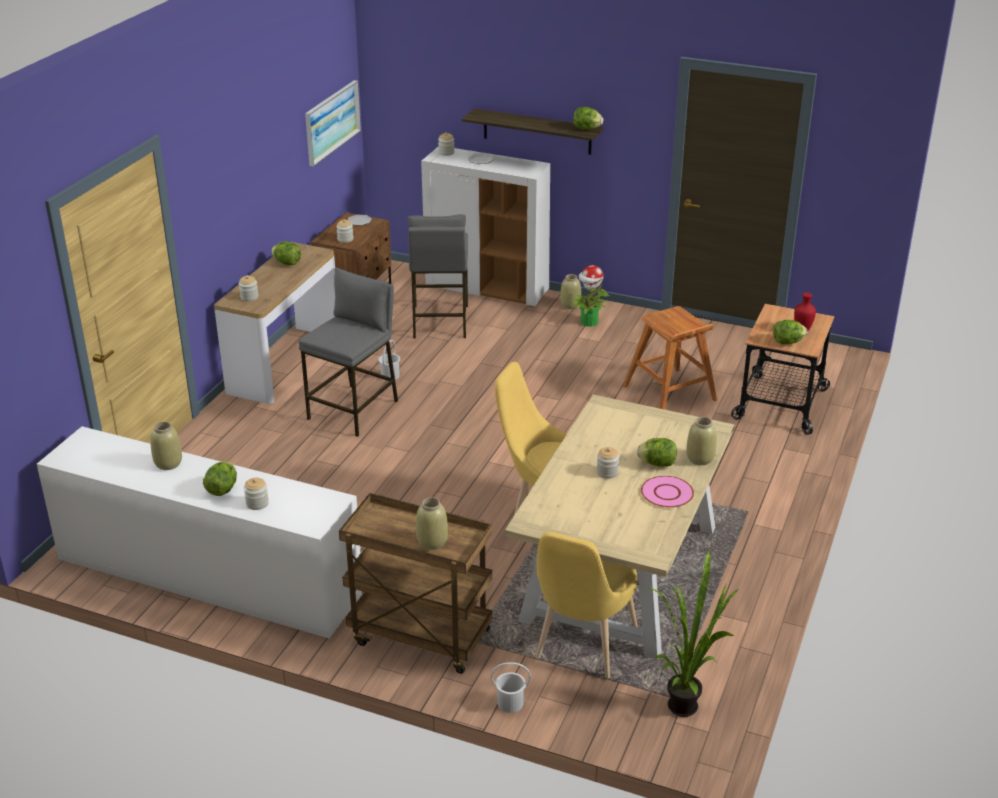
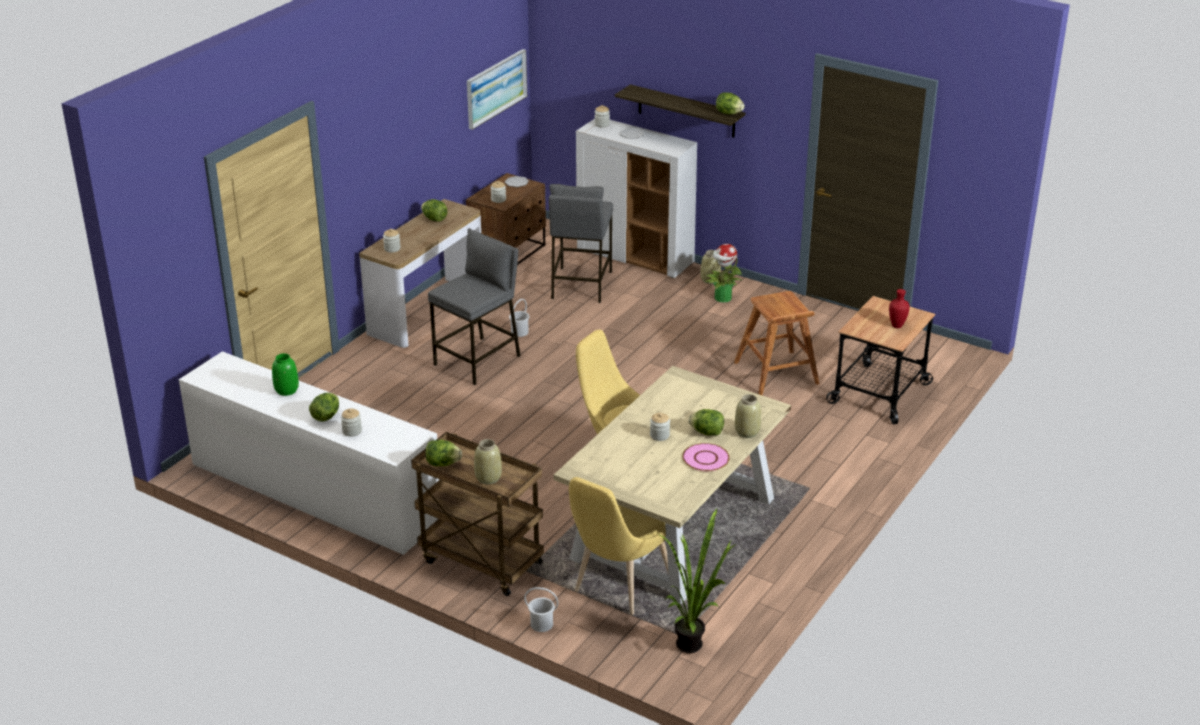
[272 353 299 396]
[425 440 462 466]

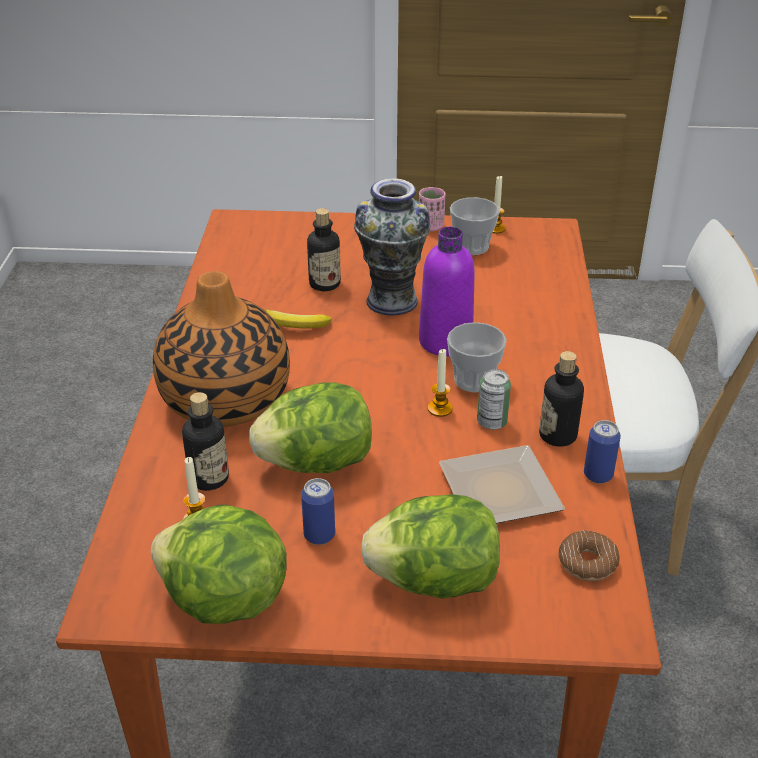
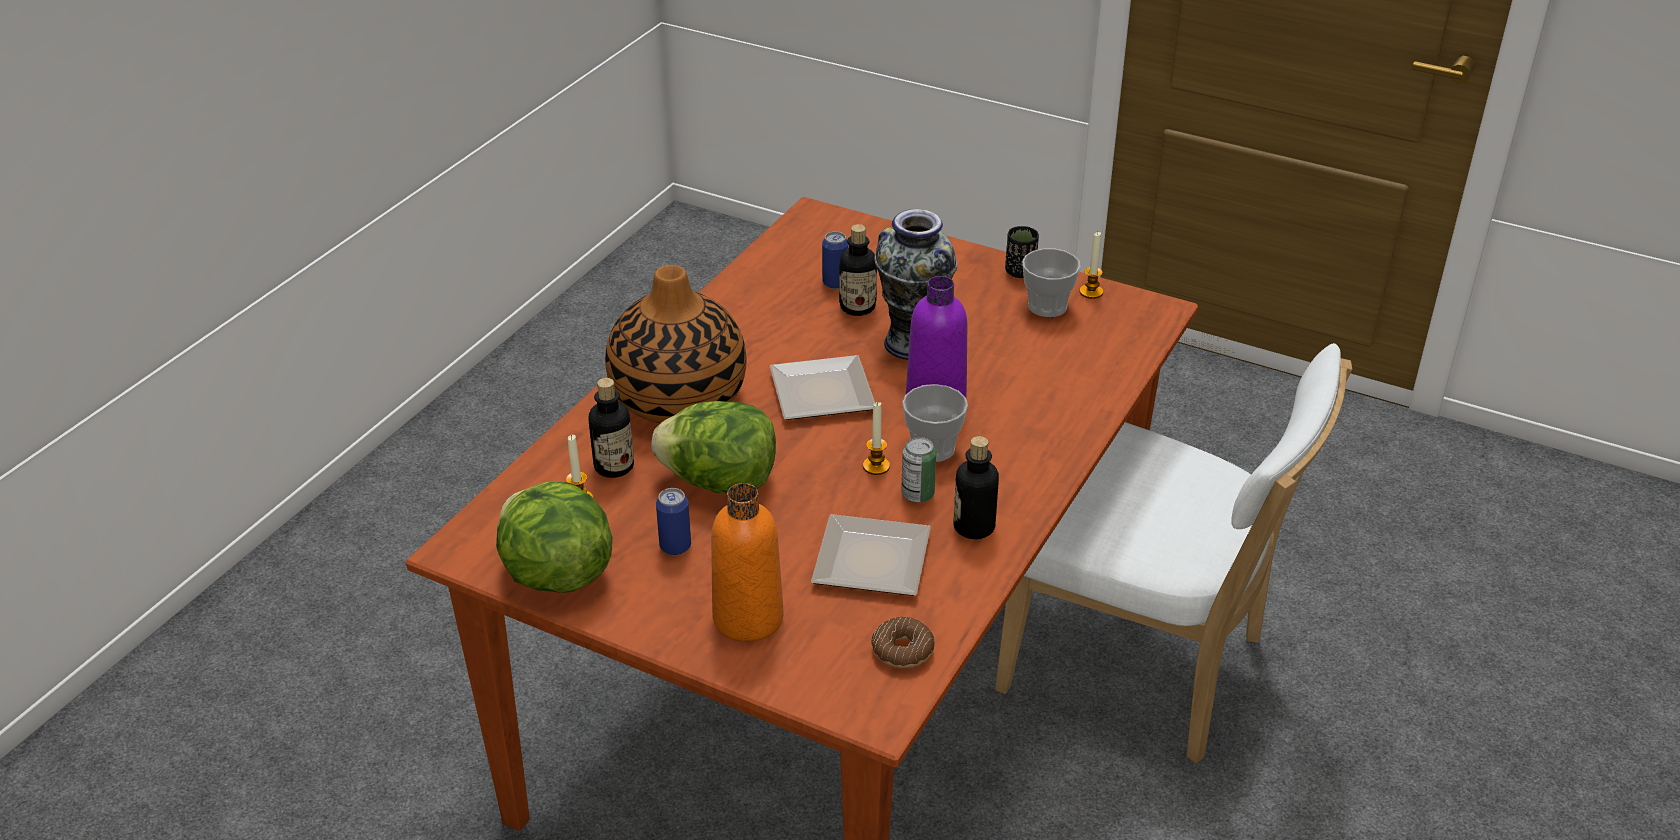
[265 309 332 329] (first image)
[711 483 783 642]
[1005 226 1039 278]
[822 231 848 289]
[770 355 875 420]

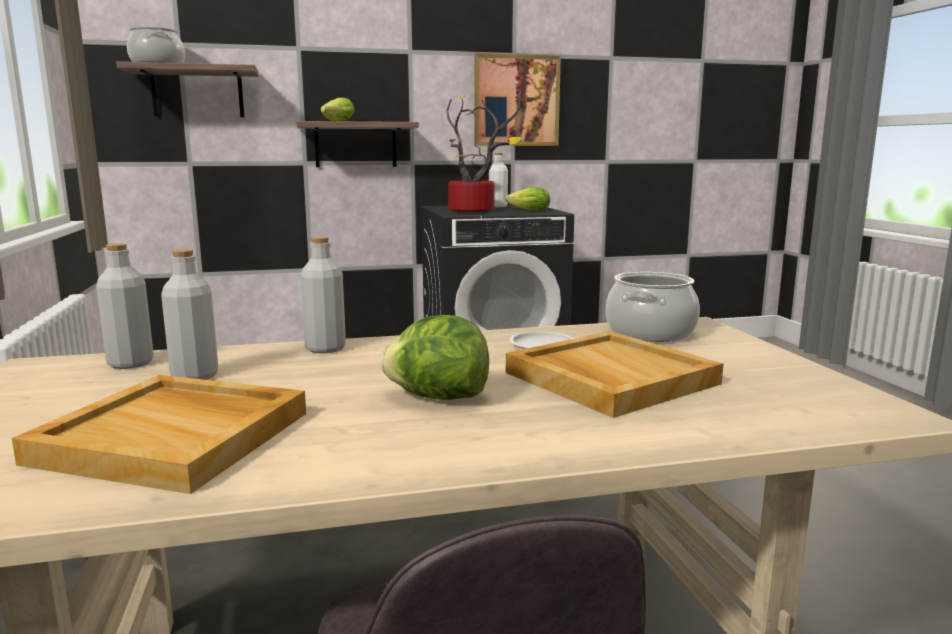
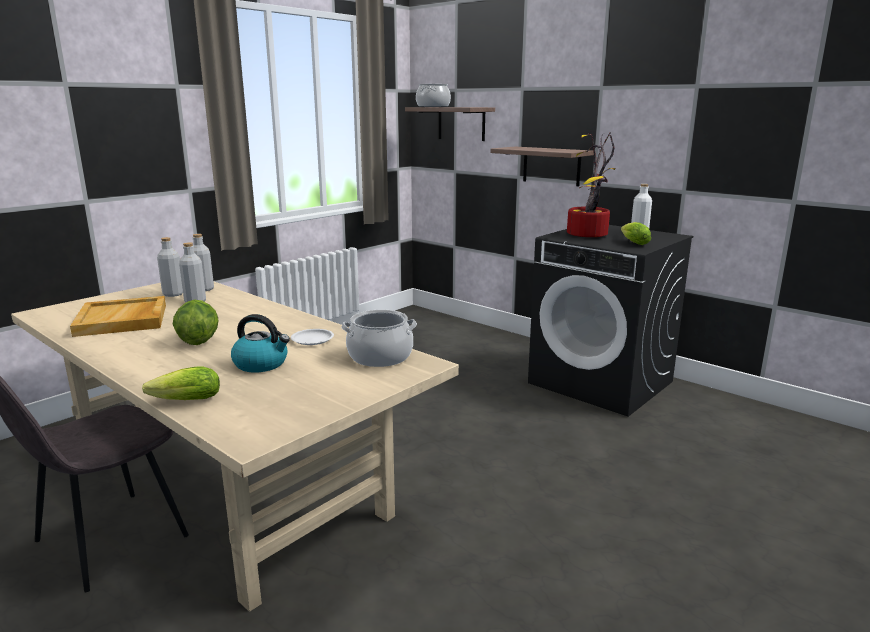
[157 237 183 297]
[142 366 220 400]
[474 53 561 146] (first image)
[231 314 290 373]

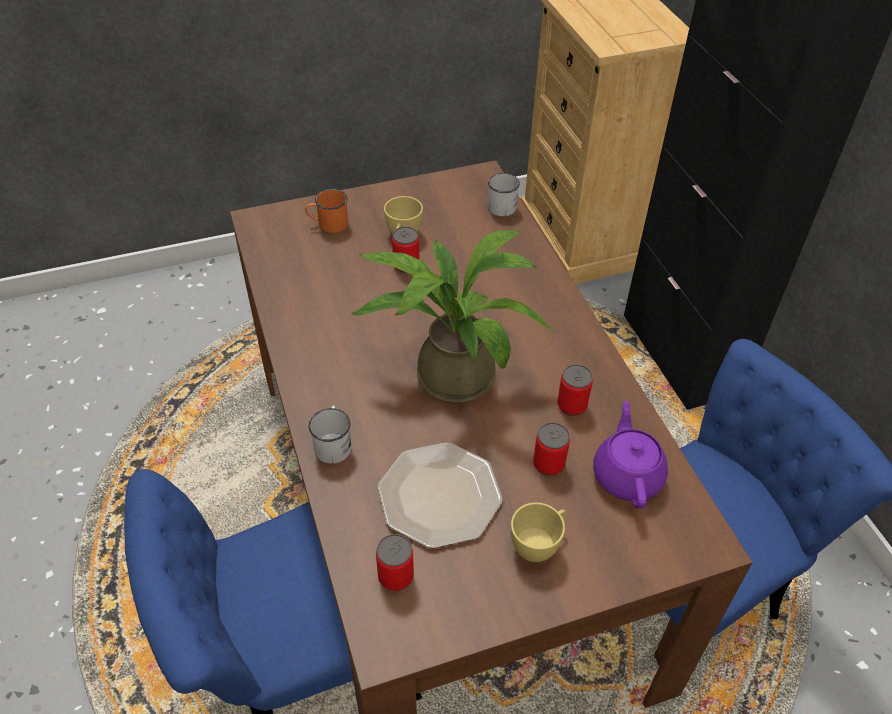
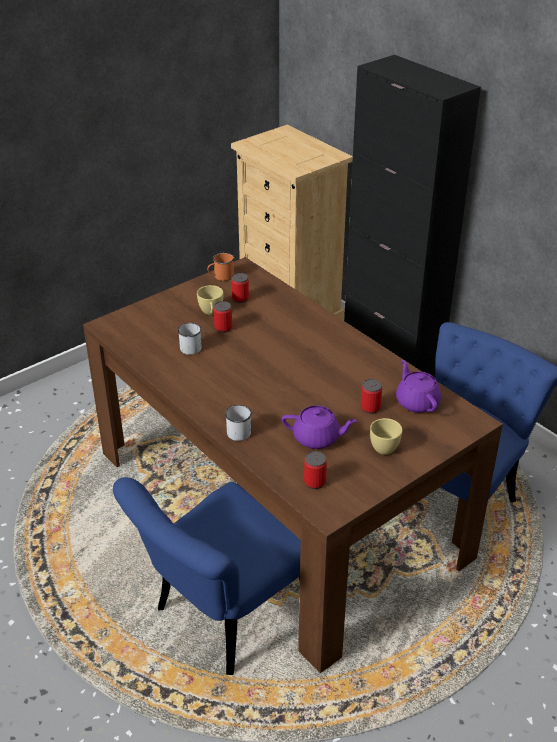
[207 253 234 281]
[351 230 555 403] (first image)
[282 405 357 449]
[178 323 202 355]
[231 273 249 303]

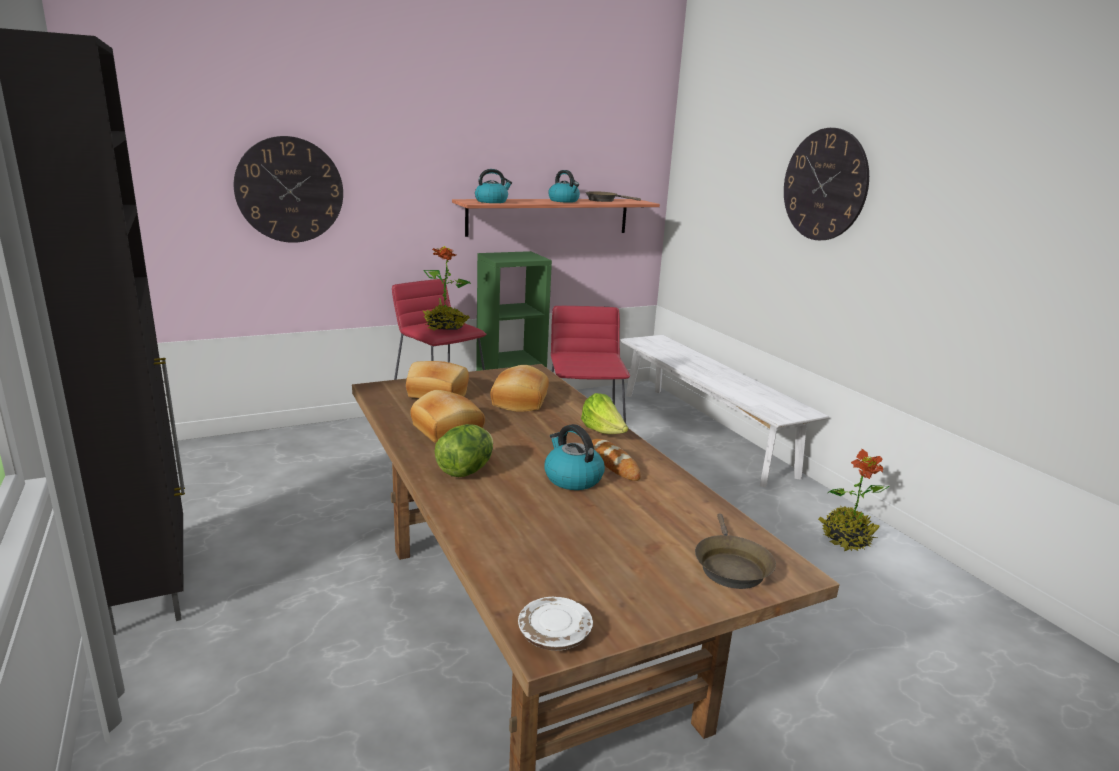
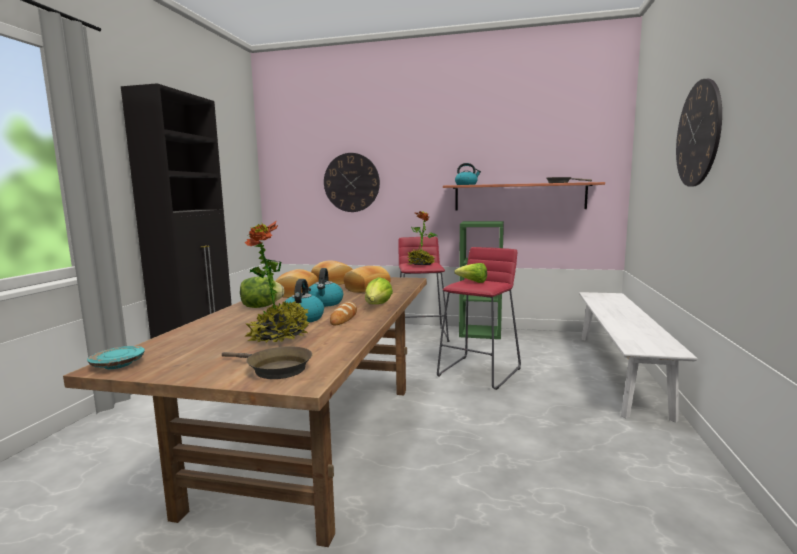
[87 346 145 369]
[309 268 343 307]
[222 346 312 379]
[244 220 310 343]
[454 263 487 283]

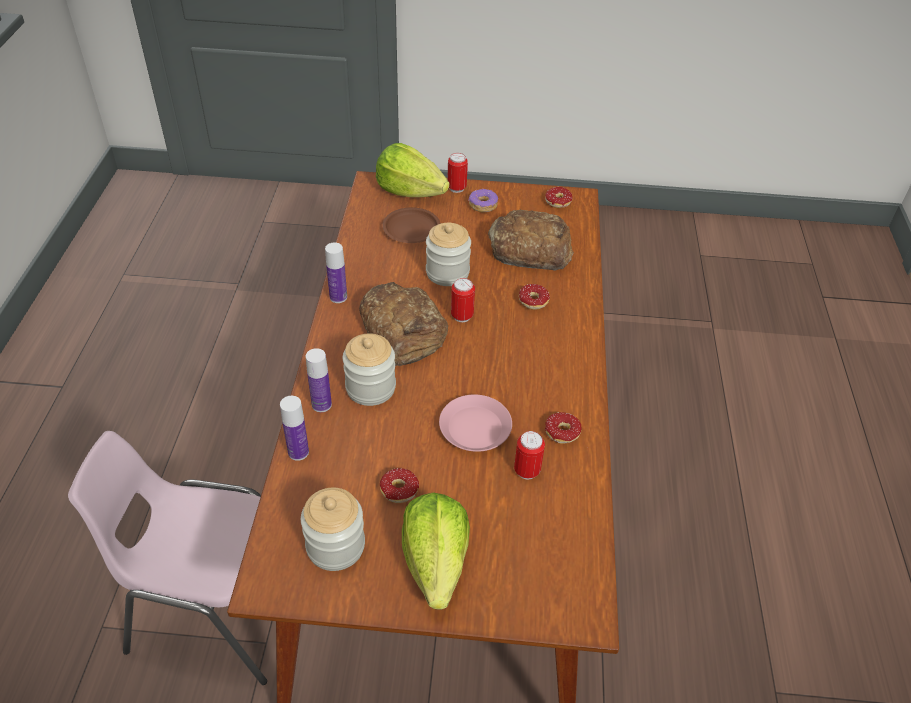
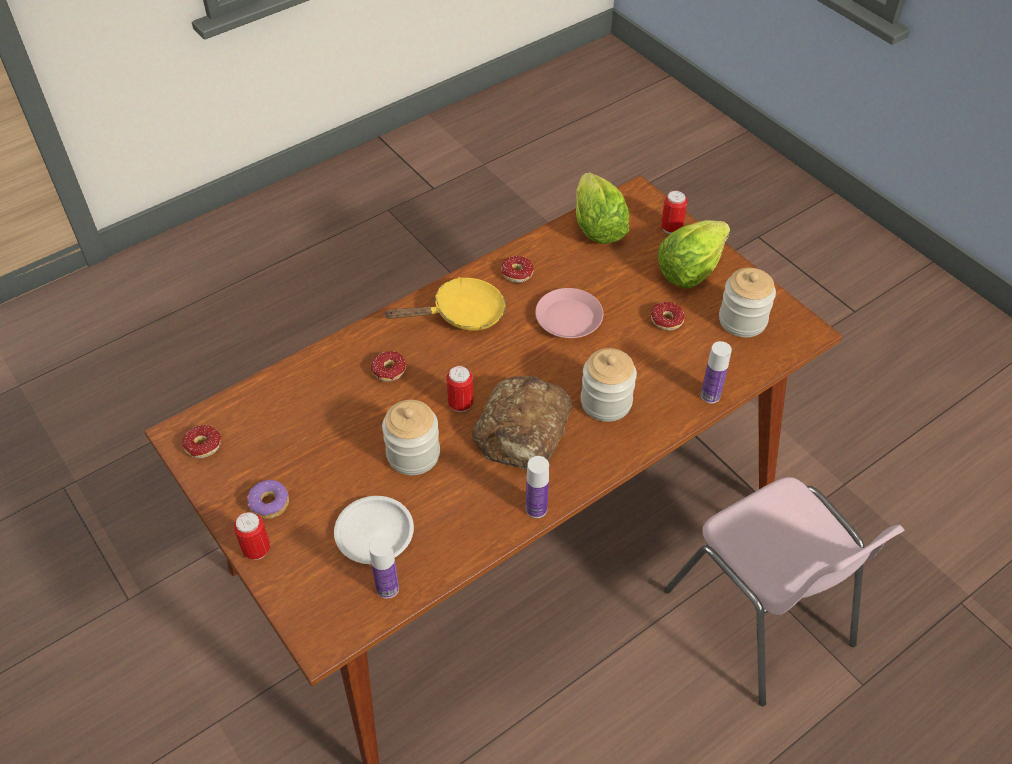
[369 536 399 599]
[576 172 629 244]
[334 496 414 564]
[488 210 574 271] (first image)
[661 191 687 234]
[383 277 506 331]

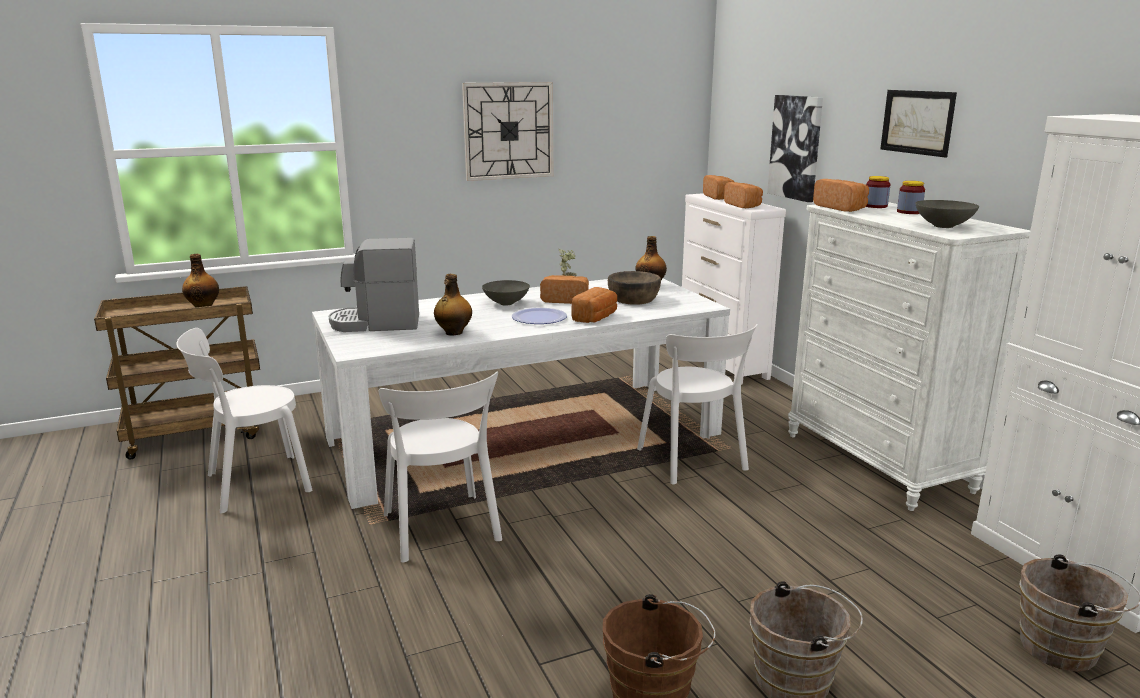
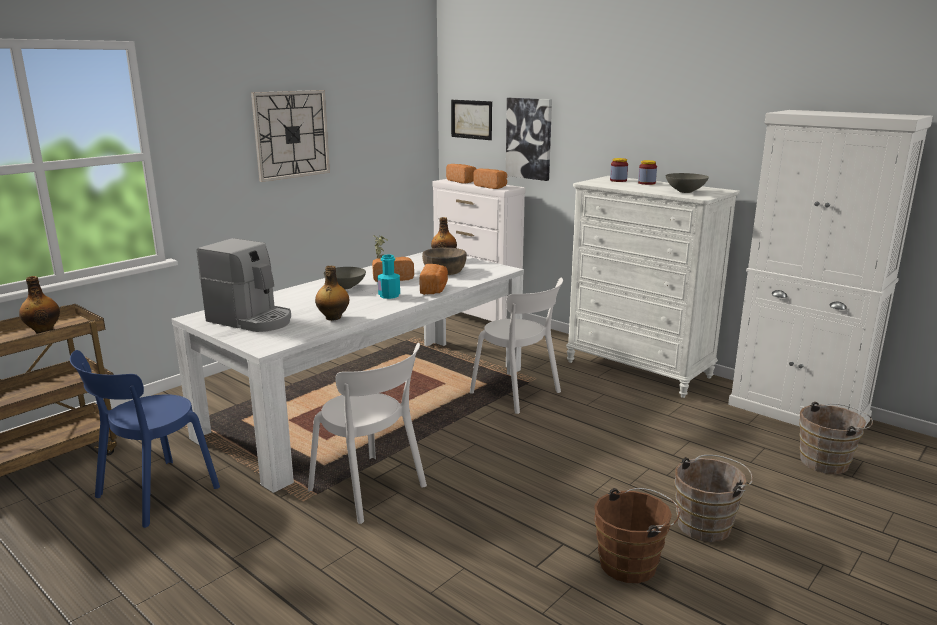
[70 350 220 528]
[197 238 291 332]
[378 255 400 299]
[813 179 869 212] (first image)
[451 100 492 140]

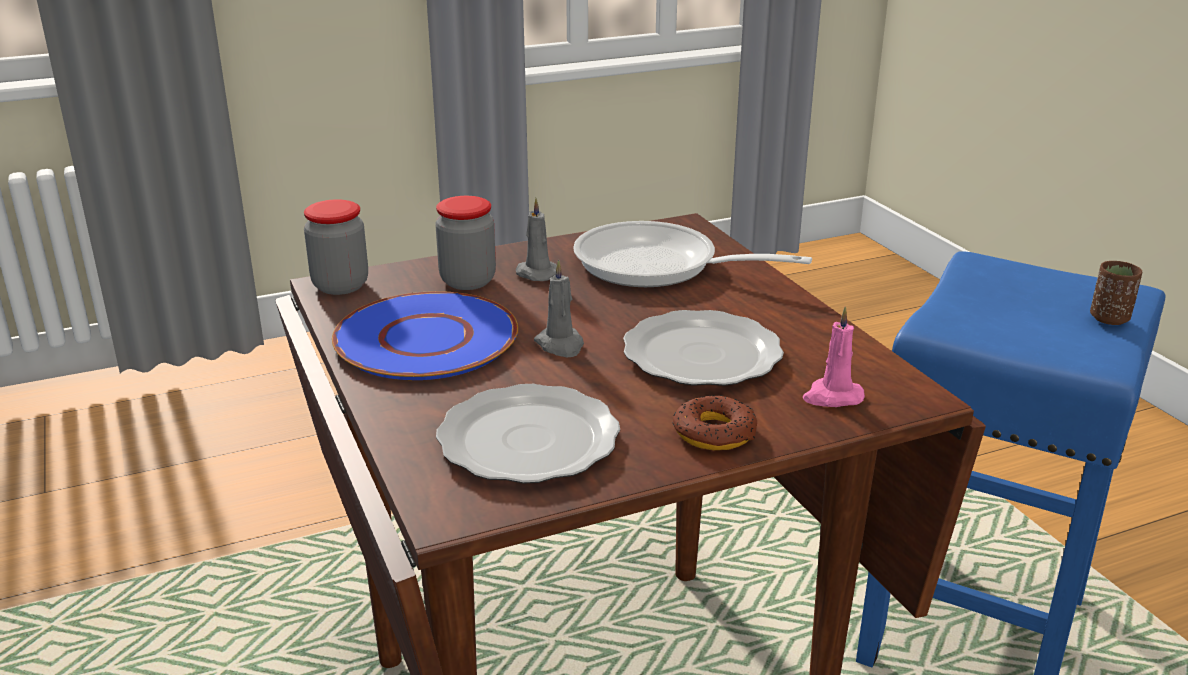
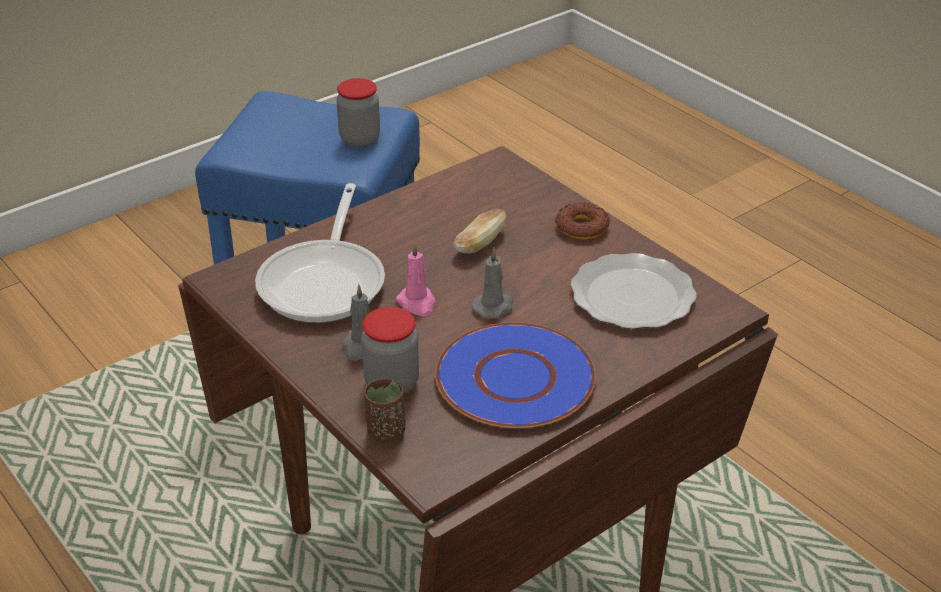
[336 78 380 147]
[453 209 506 254]
[396 242 436 316]
[364 378 405 442]

